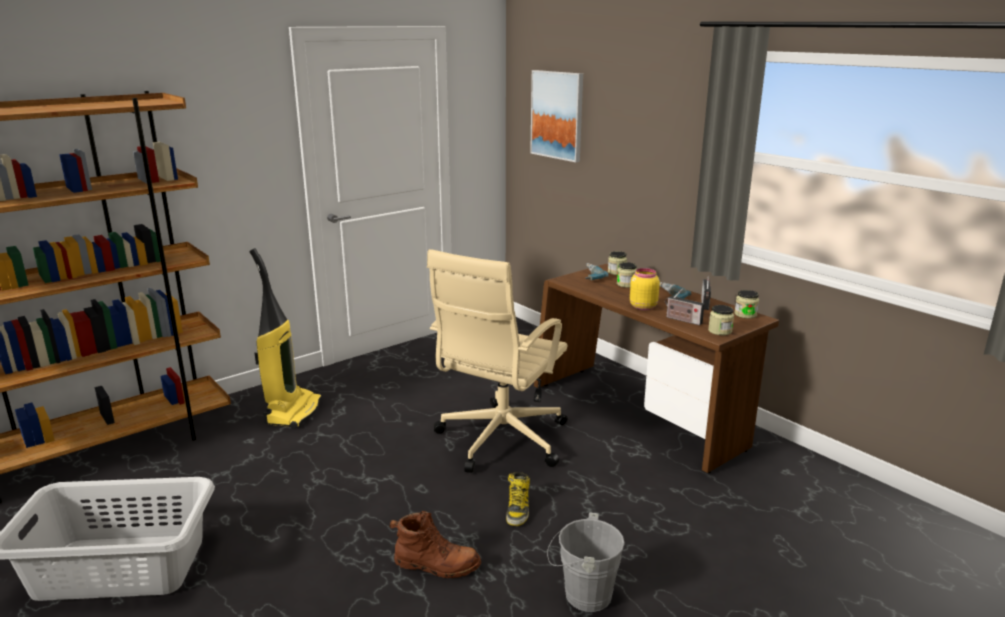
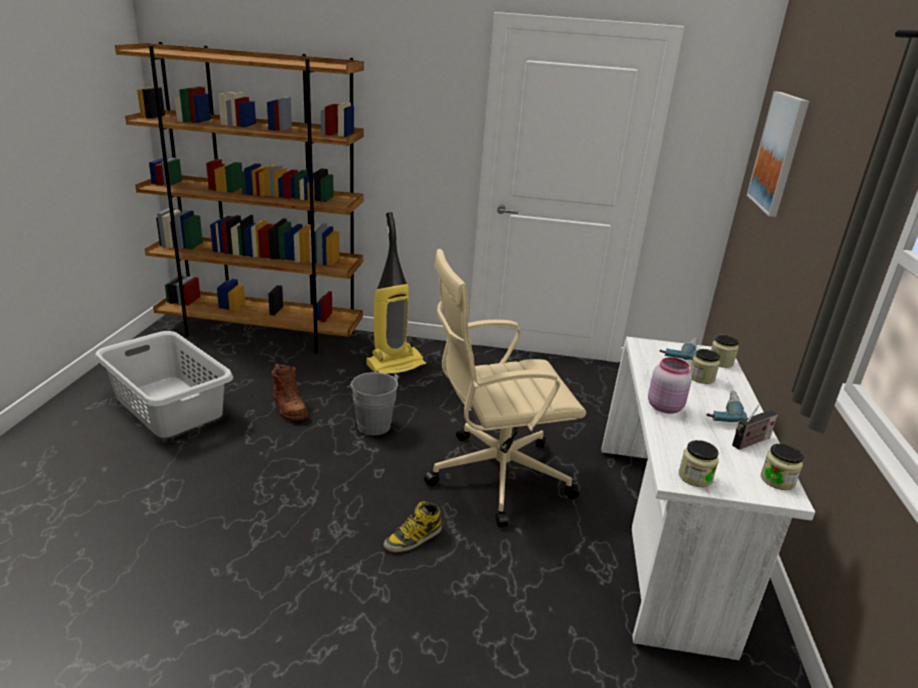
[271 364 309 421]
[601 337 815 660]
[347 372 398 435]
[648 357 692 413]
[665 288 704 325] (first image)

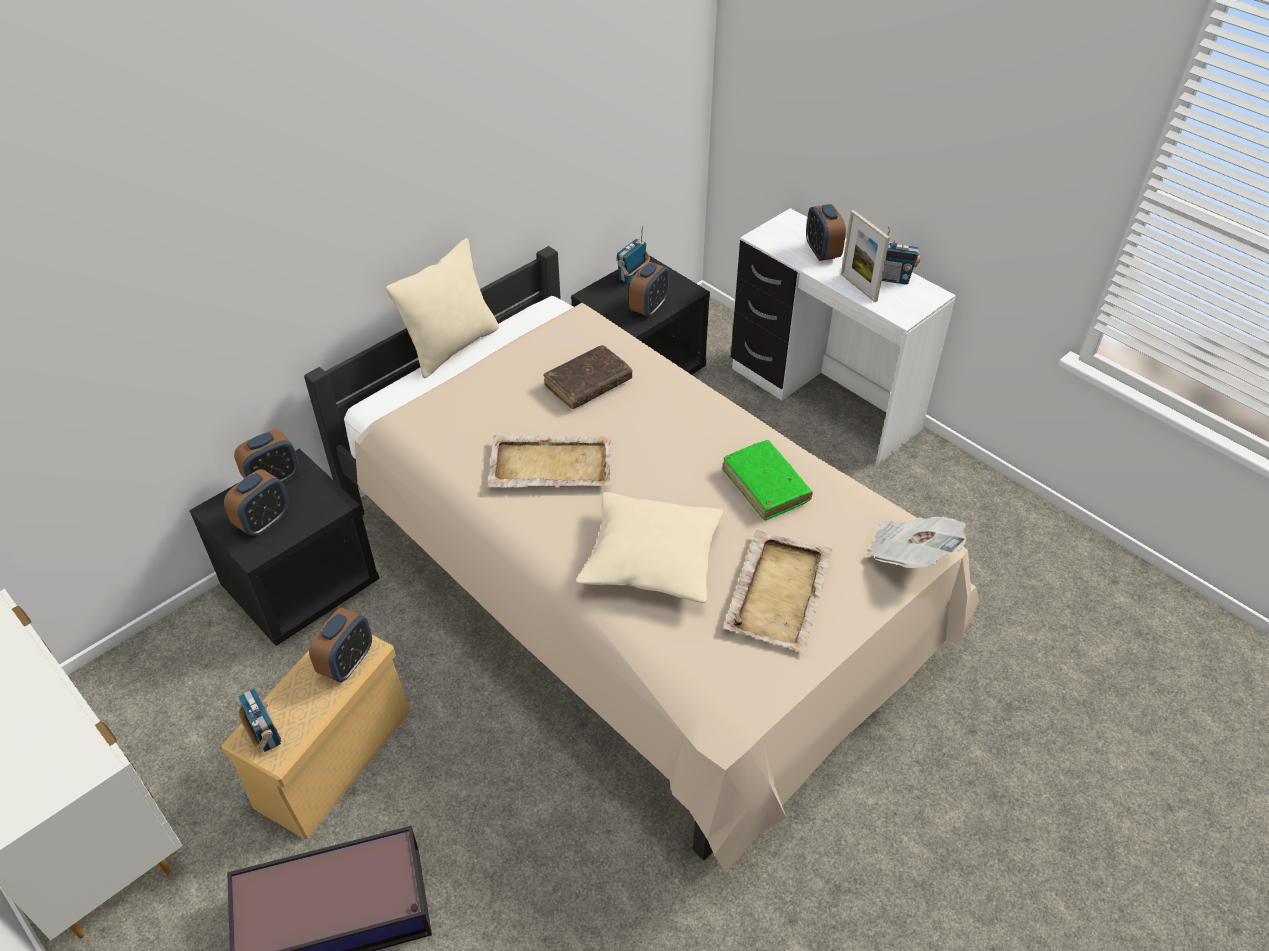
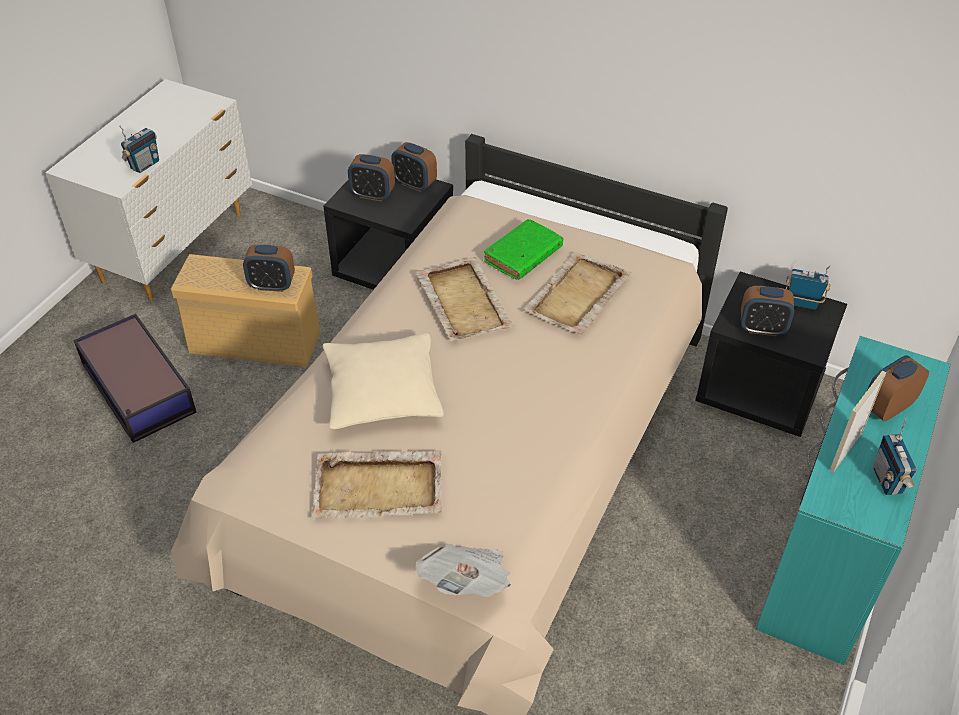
[119 126 159 173]
[386 238 499 378] (first image)
[523 252 631 335]
[484 219 563 280]
[756 336 951 665]

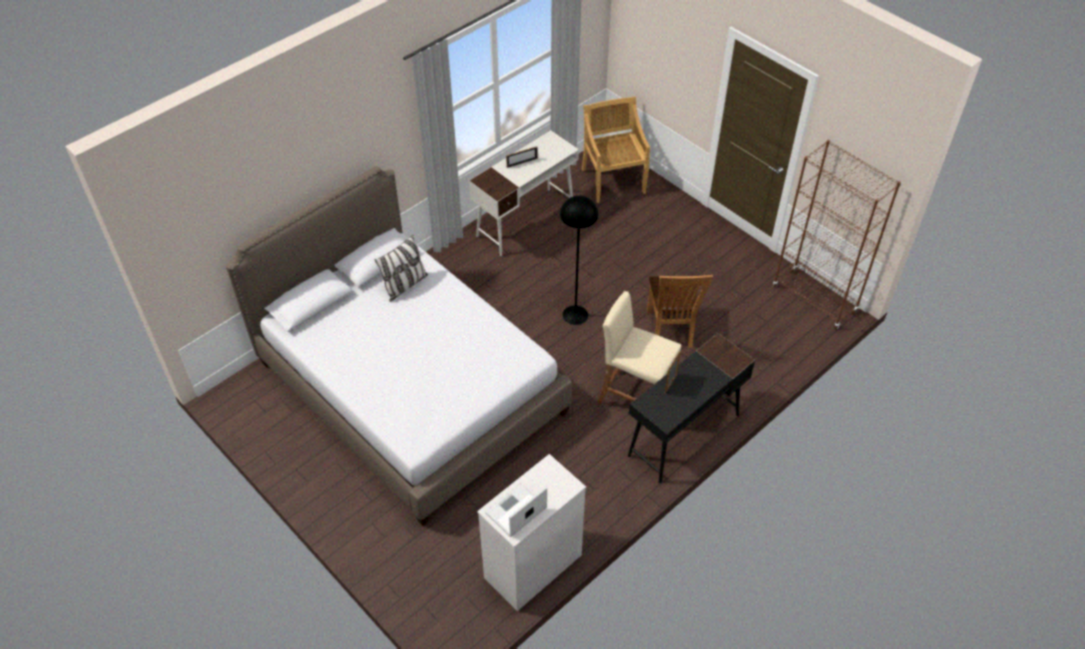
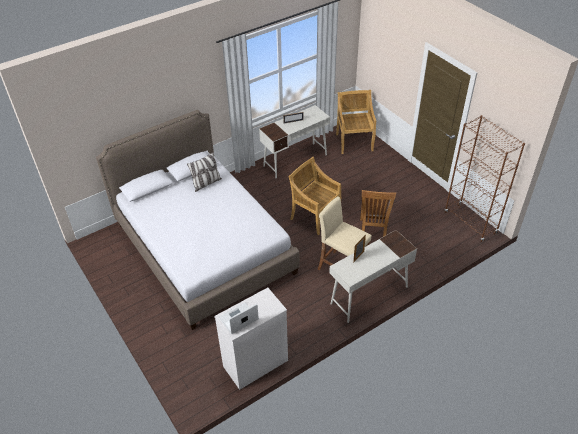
[288 157 341 235]
[329 230 417 323]

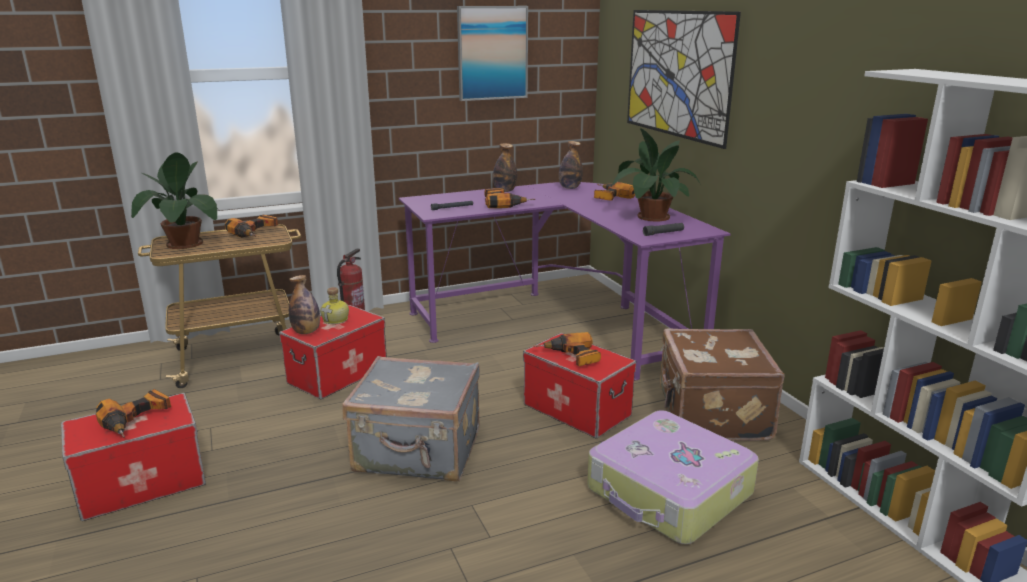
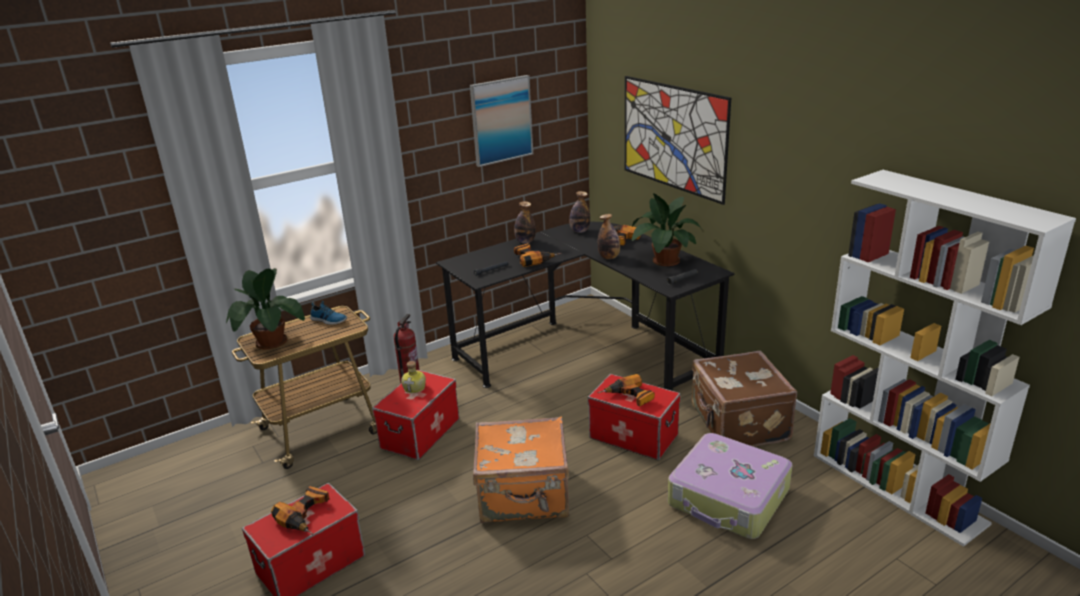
[310 301 347 325]
[597 214 620 259]
[473 416 569 523]
[436 222 734 391]

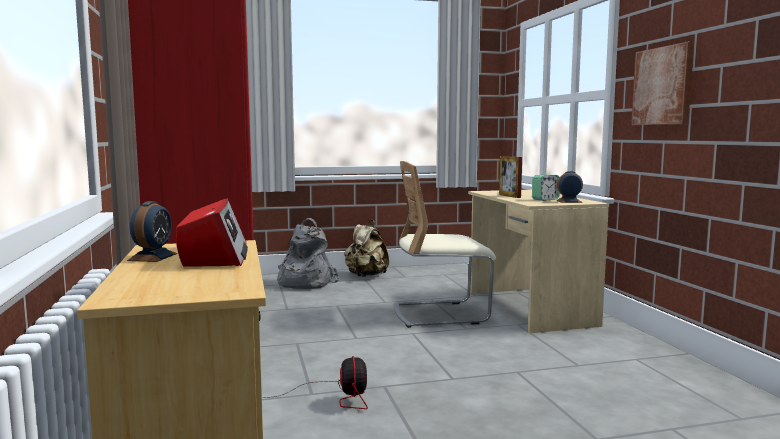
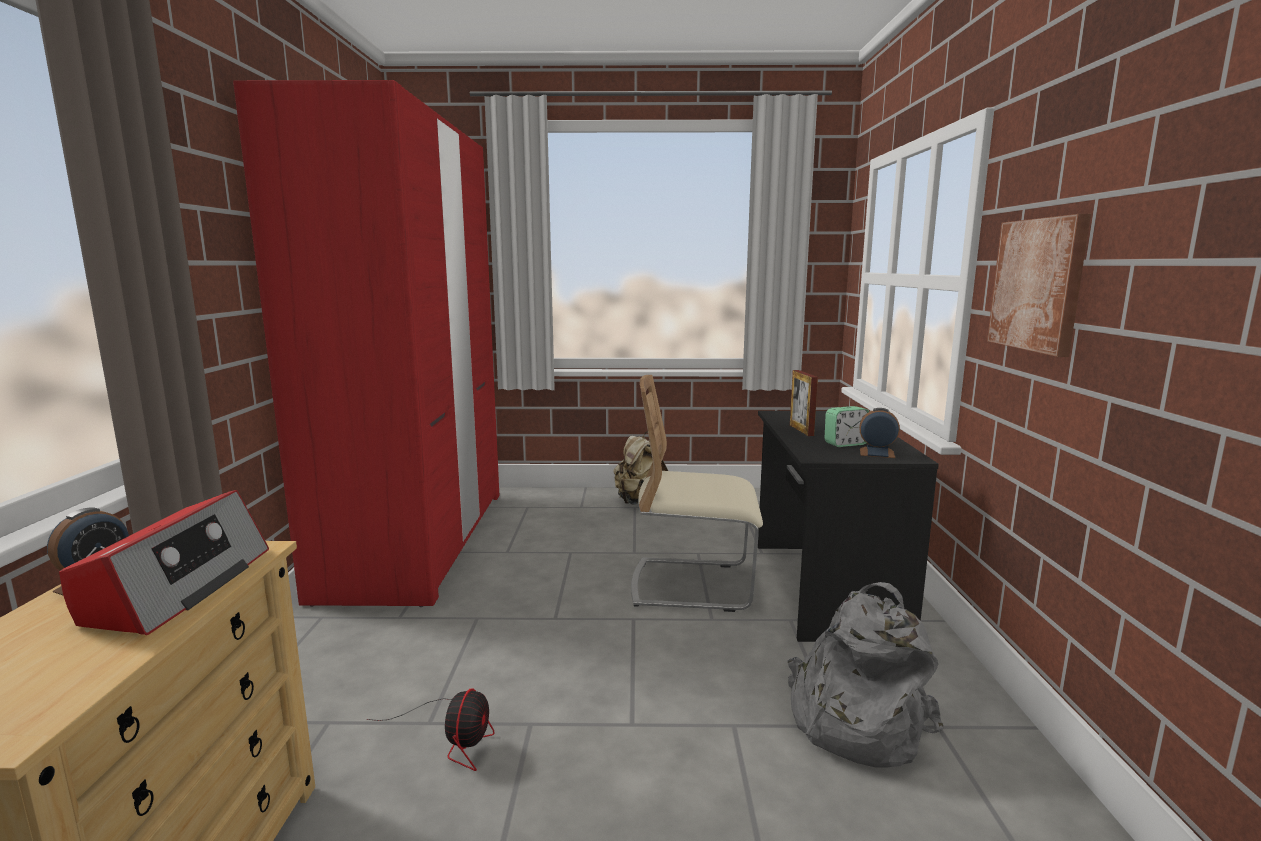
[788 582 944 767]
[758 411 939 642]

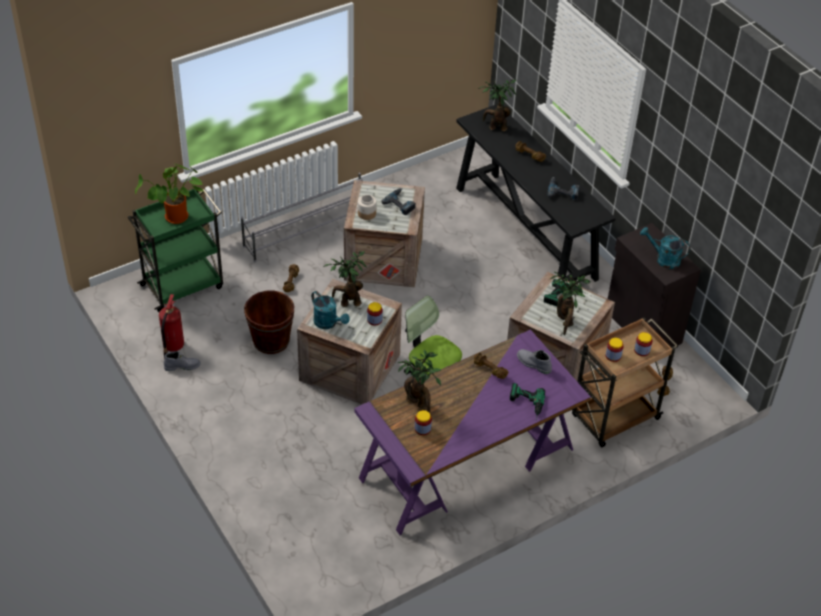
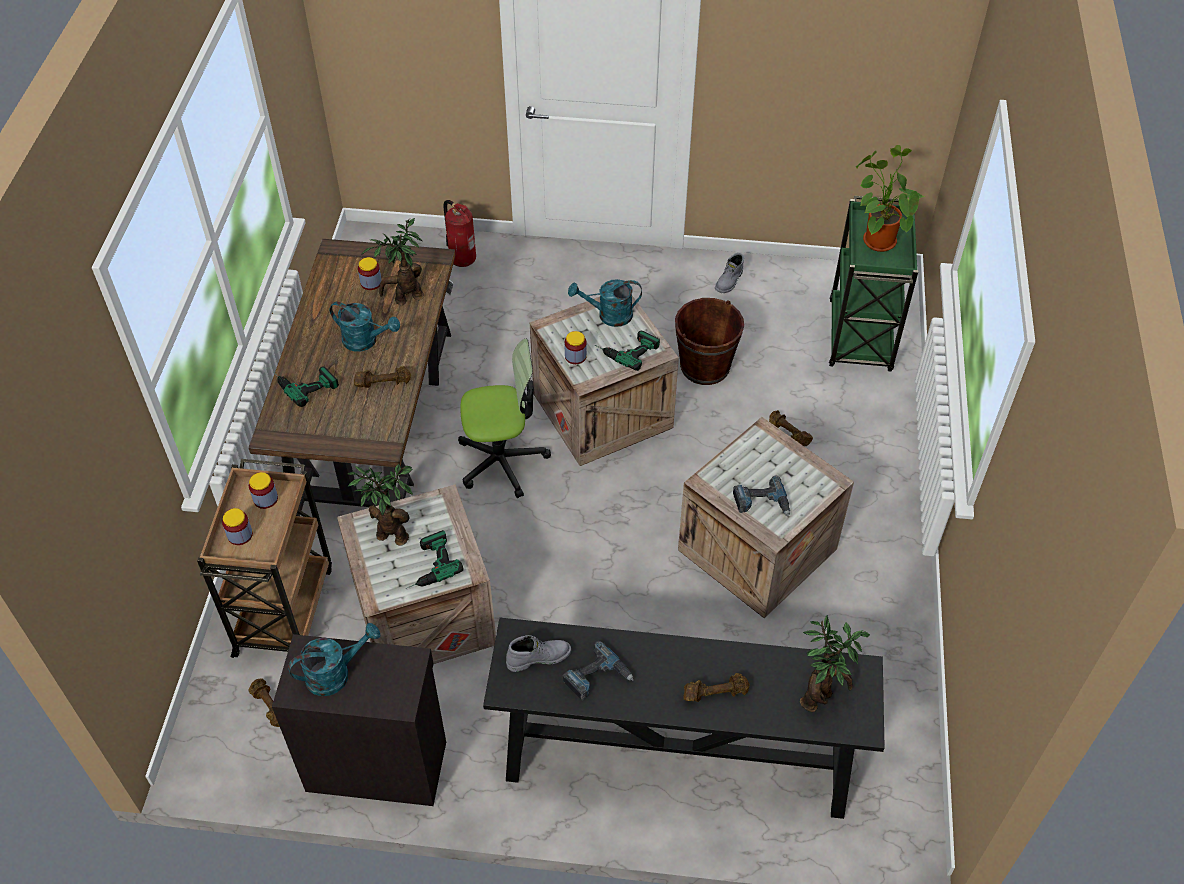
[444 200 476 267]
[241 173 363 262] (first image)
[595 331 660 371]
[248 239 455 516]
[358 195 376 220] (first image)
[506 635 571 672]
[330 302 400 352]

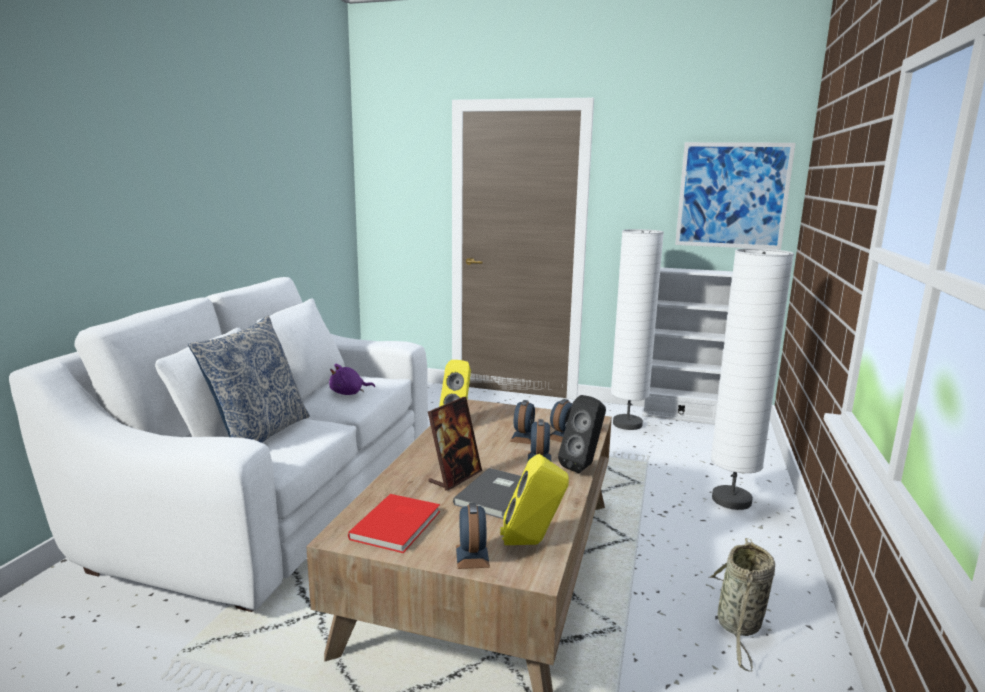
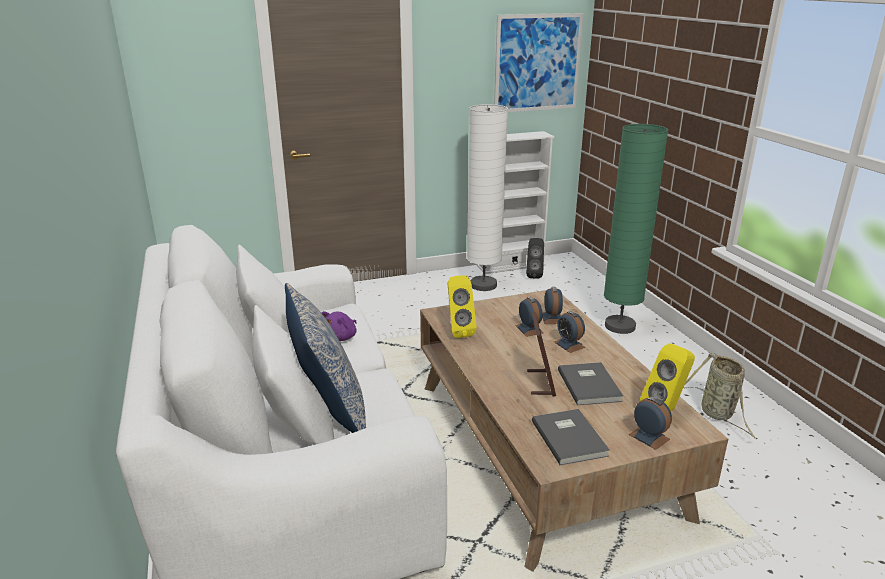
[532 409 610 465]
[526 238 544 279]
[604 124 668 334]

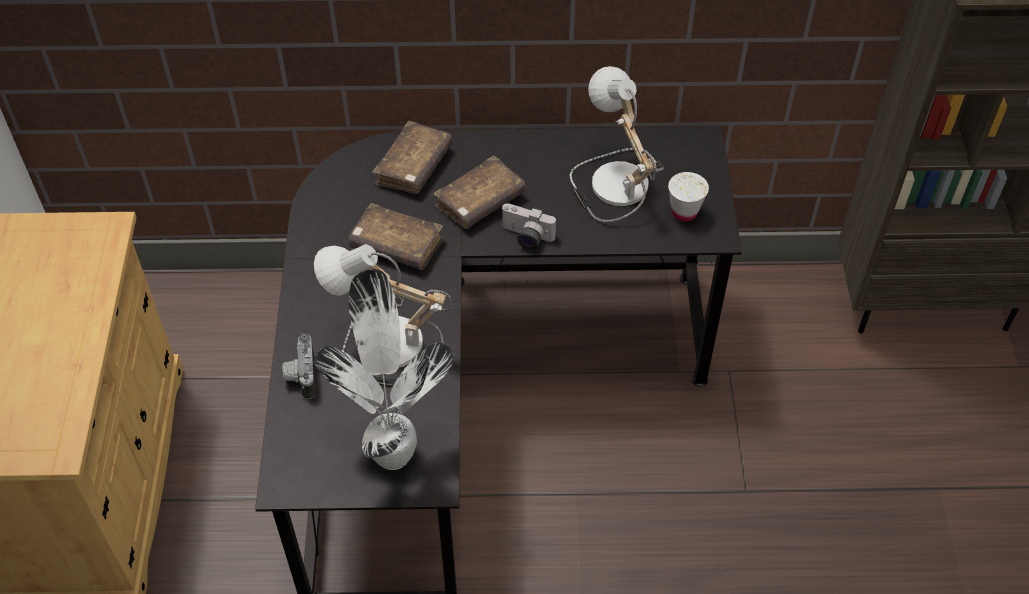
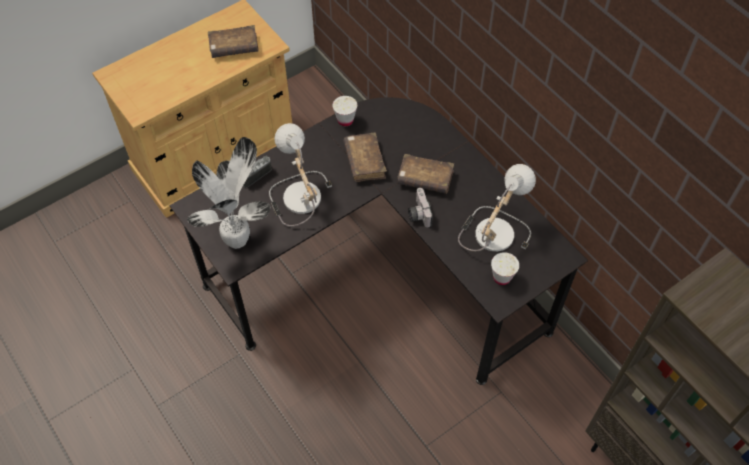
[208 25 259 58]
[332 96 357 126]

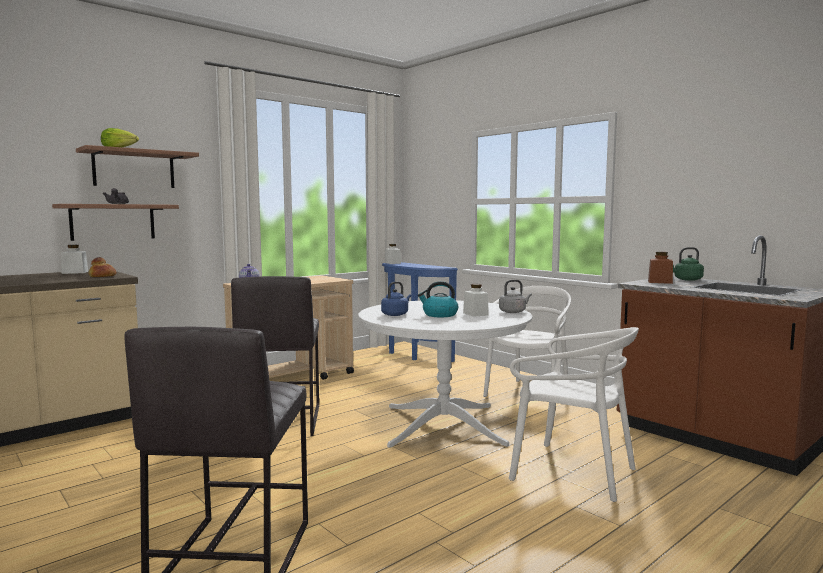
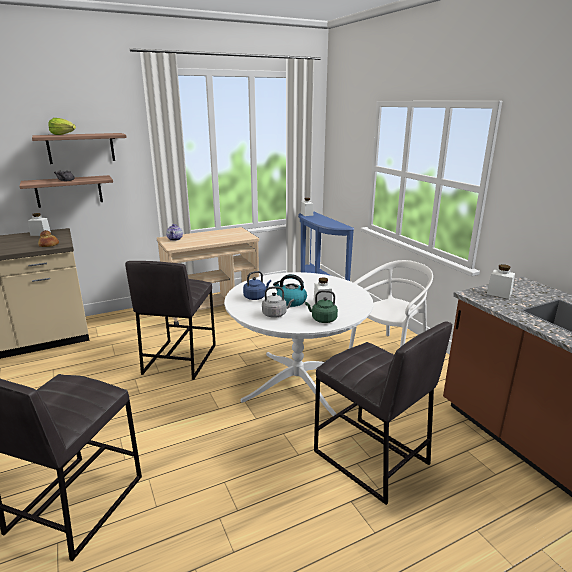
[262 287 294 318]
[314 321 452 505]
[487 264 515 299]
[305 290 338 323]

